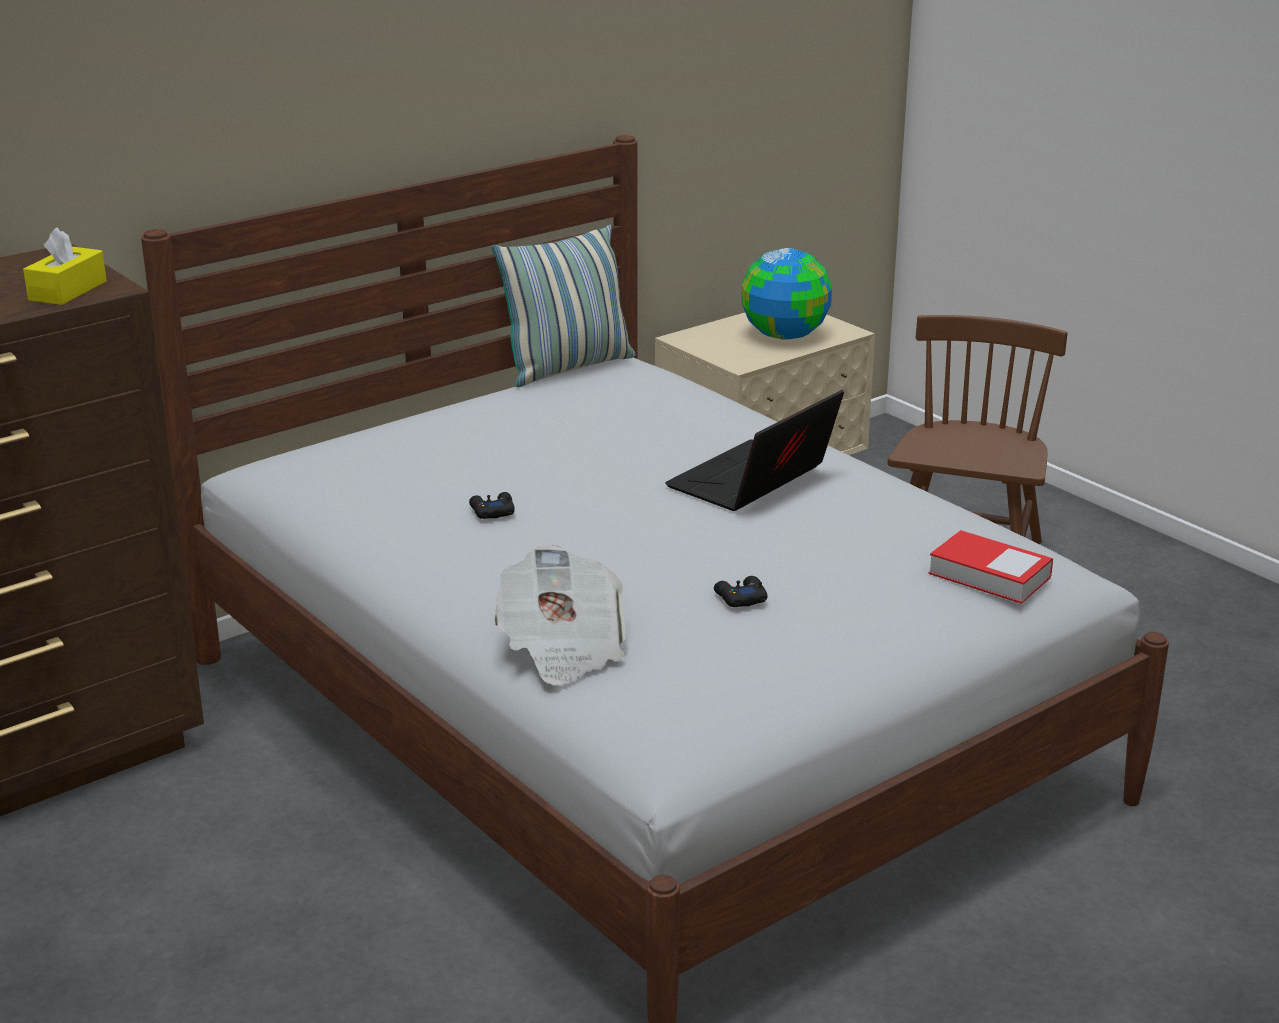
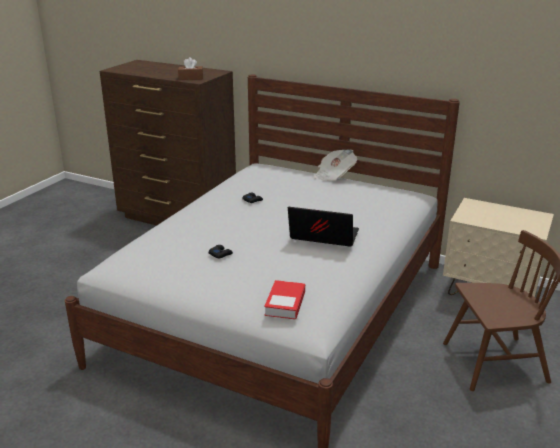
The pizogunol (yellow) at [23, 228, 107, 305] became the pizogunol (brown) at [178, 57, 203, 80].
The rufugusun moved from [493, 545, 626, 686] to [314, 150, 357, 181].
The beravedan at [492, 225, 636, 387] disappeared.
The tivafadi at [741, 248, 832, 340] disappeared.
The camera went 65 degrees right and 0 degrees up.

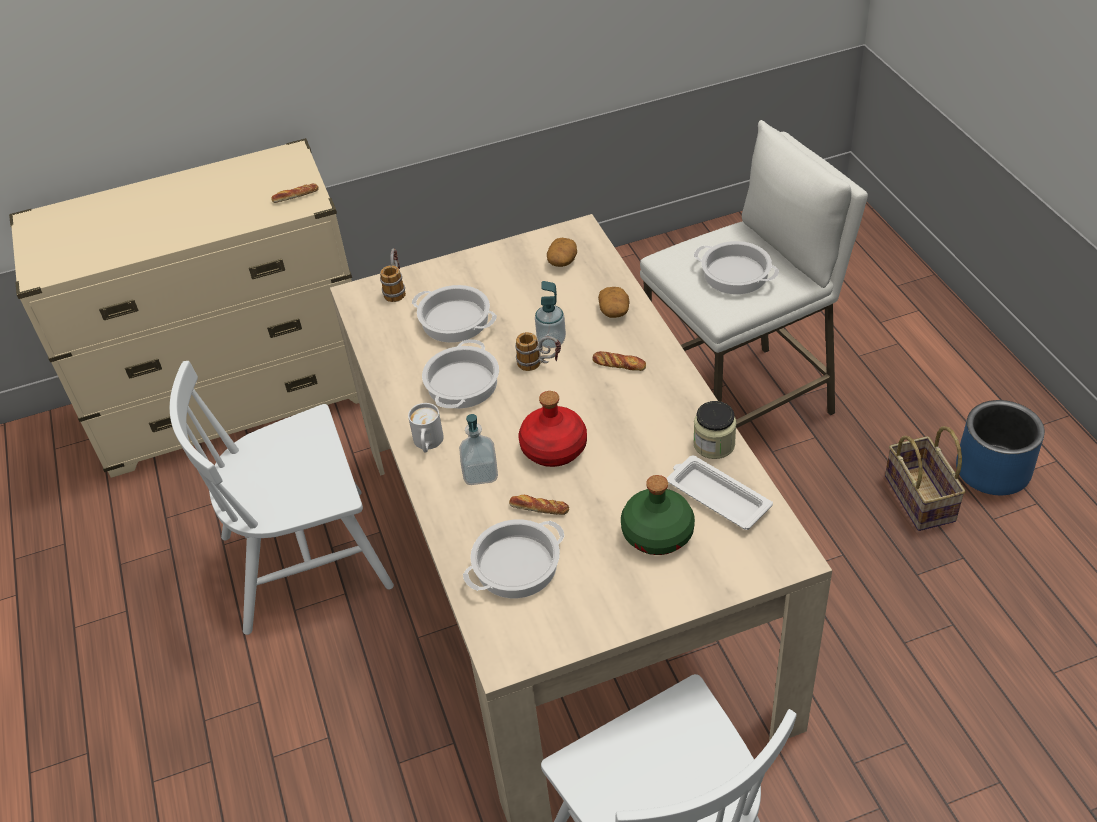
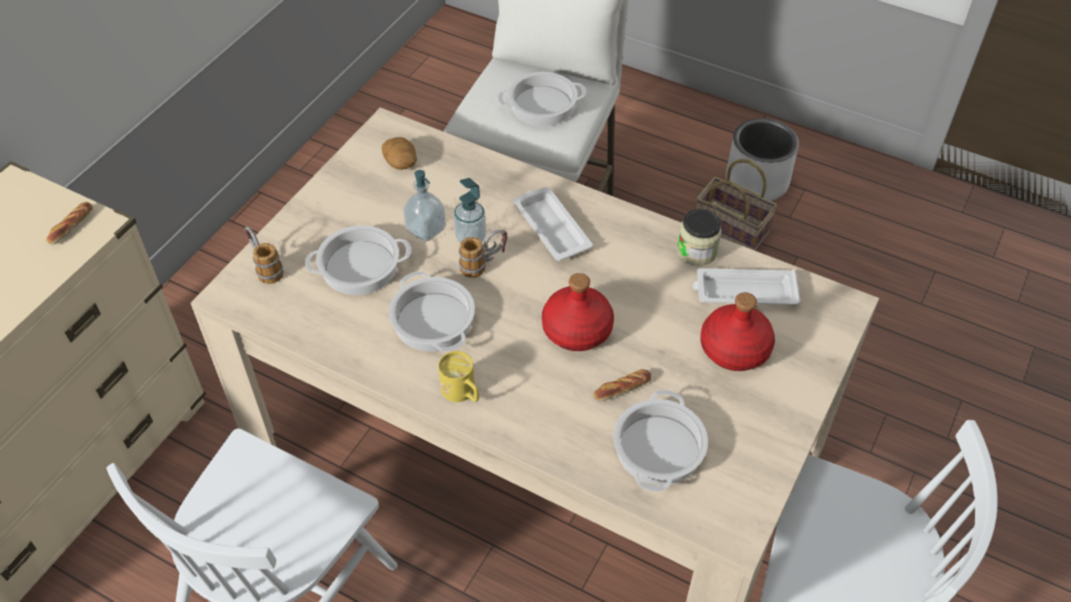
The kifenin moved from [459, 414, 498, 485] to [403, 170, 446, 242].
The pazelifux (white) at [408, 403, 444, 453] became the pazelifux (yellow) at [438, 351, 479, 402].
The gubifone at [592, 351, 646, 371] was replaced by the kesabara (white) at [514, 187, 593, 261].
The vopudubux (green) at [621, 475, 695, 555] became the vopudubux (red) at [701, 292, 775, 371].
The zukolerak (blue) at [956, 400, 1045, 495] became the zukolerak (grey) at [726, 118, 799, 201].
The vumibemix at [598, 287, 630, 318] disappeared.
The camera went 45 degrees left and 5 degrees up.

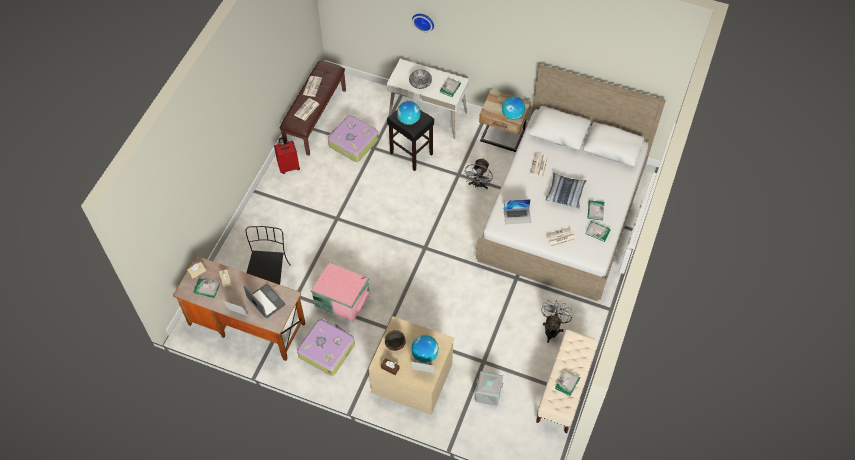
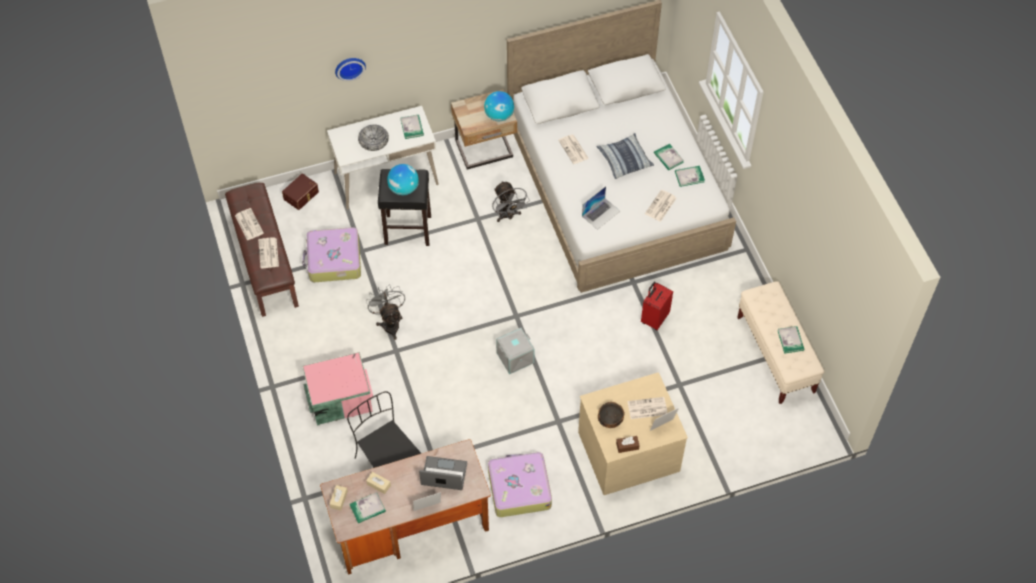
The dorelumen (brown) at [282, 173, 319, 210] appeared.
The dorelumen (pink) moved from [311, 262, 370, 322] to [302, 352, 373, 426].
The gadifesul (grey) moved from [541, 300, 573, 343] to [366, 284, 405, 340].
The dorelumen (grey) moved from [475, 371, 503, 406] to [496, 328, 535, 374].
The tivafadi at [411, 335, 439, 363] was replaced by the rufugusun at [627, 397, 667, 419].
The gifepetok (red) moved from [274, 137, 300, 174] to [641, 282, 673, 330].
The camera went 40 degrees left and 0 degrees up.

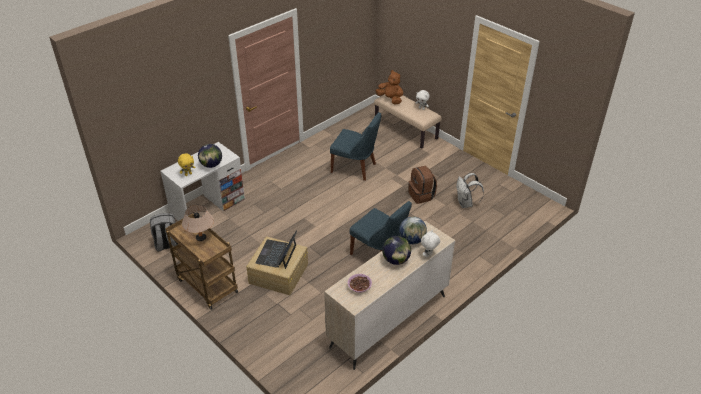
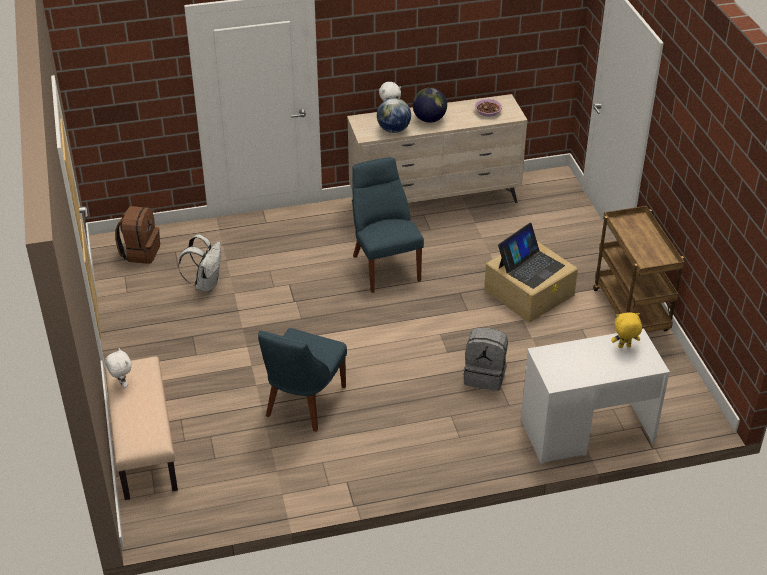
The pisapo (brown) moved from [408, 166, 437, 204] to [115, 206, 160, 264].
The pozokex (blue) at [330, 112, 381, 181] turned 120 degrees counterclockwise.
The pisapo (grey) moved from [150, 213, 178, 252] to [464, 328, 508, 391].
The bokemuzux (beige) at [182, 205, 214, 241] disappeared.
The tivafadi at [198, 144, 222, 168] disappeared.
The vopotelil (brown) at [375, 70, 403, 104] disappeared.
The camera went 150 degrees left and 0 degrees up.

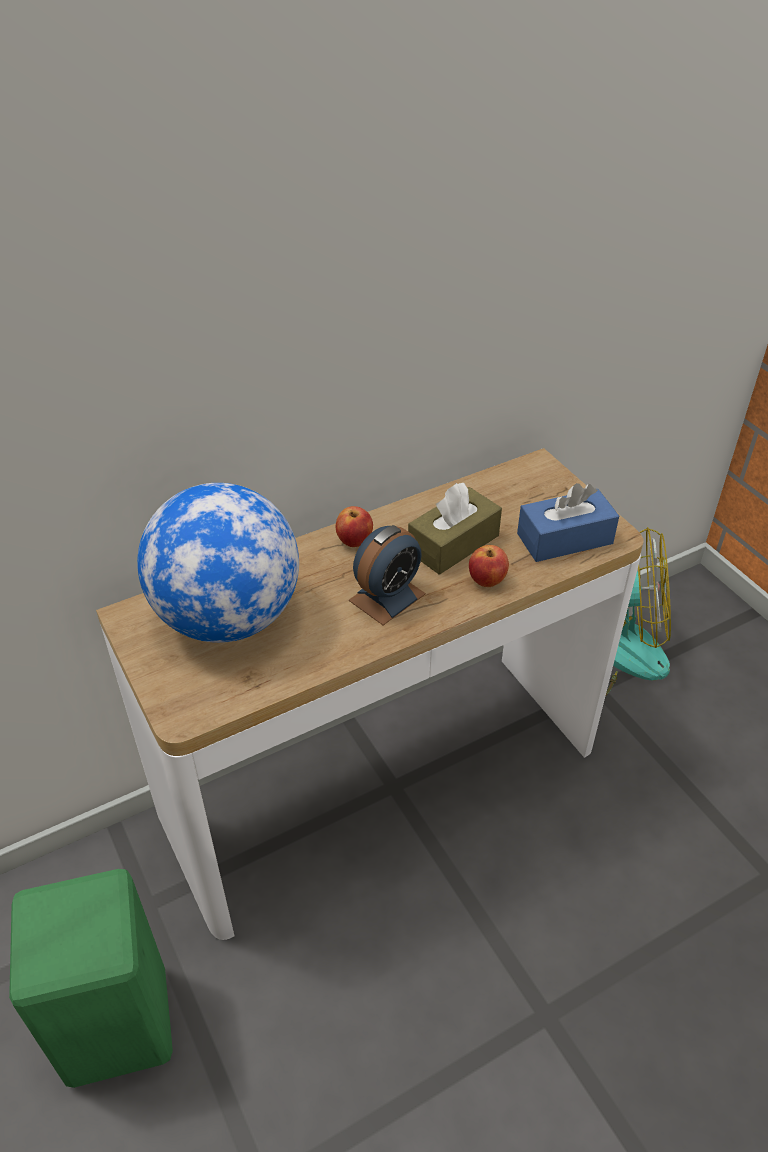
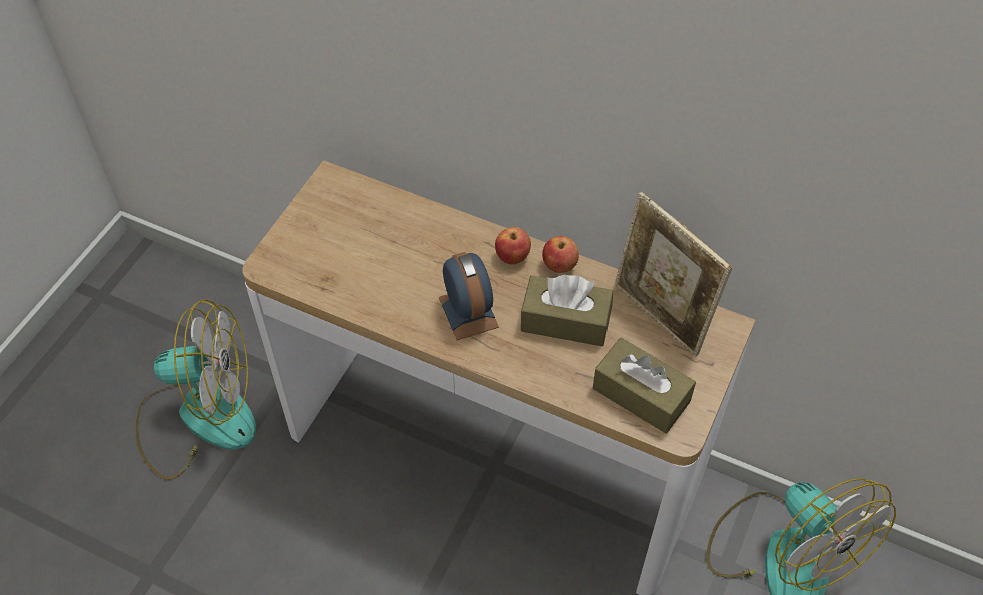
The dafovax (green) at [9, 869, 173, 1088] was replaced by the gadifesul at [136, 299, 257, 480].
The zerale at [349, 525, 426, 625] turned 120 degrees counterclockwise.
The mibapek moved from [469, 545, 509, 587] to [542, 236, 579, 273].
The pizogunol (blue) at [517, 483, 619, 562] became the pizogunol (brown) at [593, 338, 696, 433].
The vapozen at [615, 192, 732, 356] appeared.
The tivafadi at [137, 483, 299, 643] disappeared.
The camera went 55 degrees right and 10 degrees up.

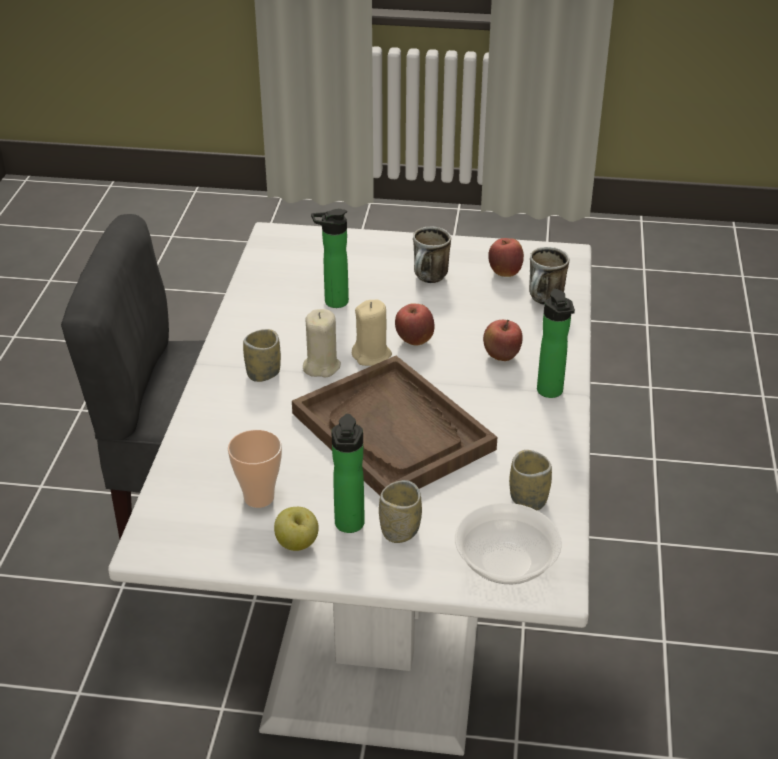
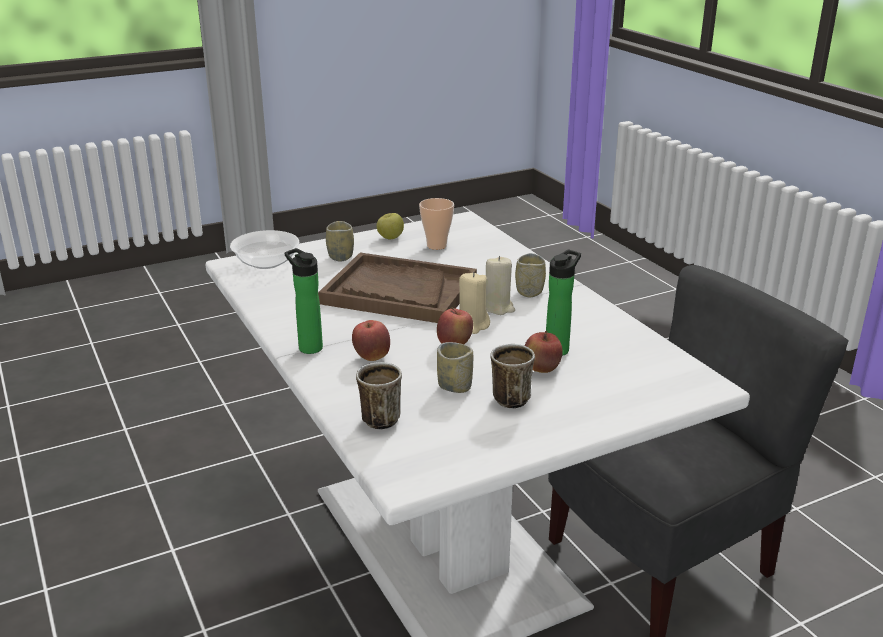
The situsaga moved from [509, 450, 552, 510] to [437, 342, 473, 393].
The mibapek moved from [488, 238, 524, 277] to [524, 331, 563, 373].
The vopudubux at [331, 414, 365, 533] disappeared.
The camera went 145 degrees right and 10 degrees down.

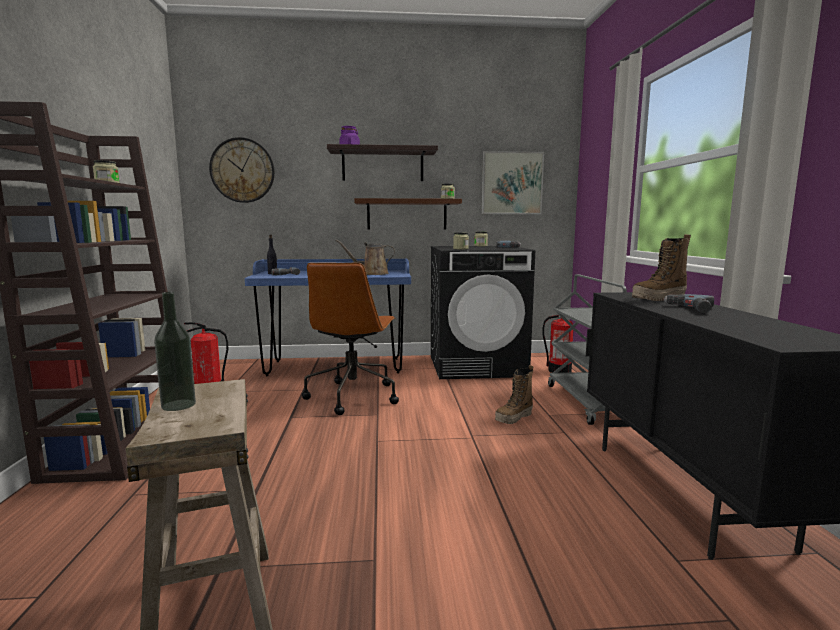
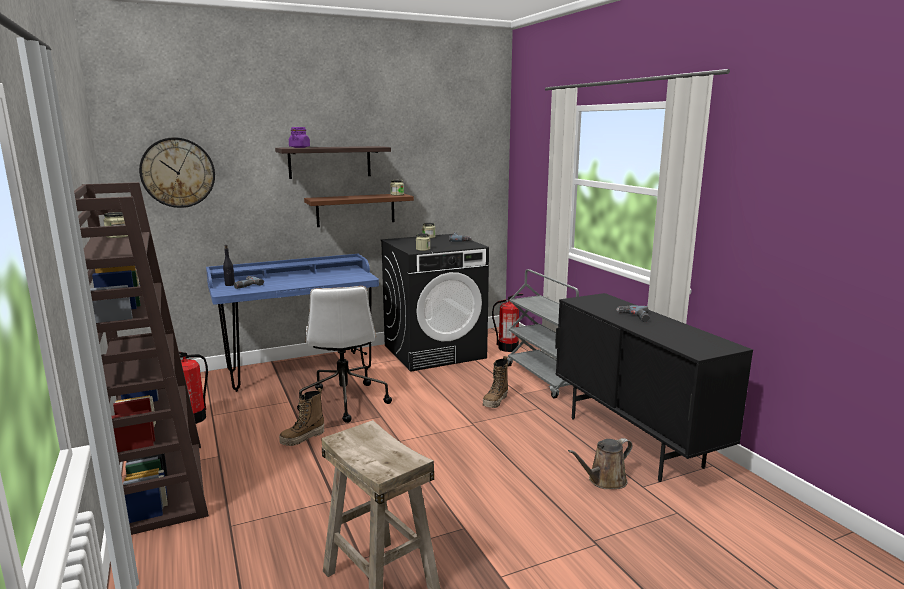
The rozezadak moved from [632, 234, 691, 301] to [279, 388, 324, 446].
The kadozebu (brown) at [302, 262, 399, 415] became the kadozebu (white) at [297, 286, 392, 423].
The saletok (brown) moved from [335, 240, 395, 275] to [568, 438, 632, 489].
The vopudubux at [154, 292, 196, 411] disappeared.
The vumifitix at [482, 151, 544, 214] disappeared.
The camera went 20 degrees left and 5 degrees up.

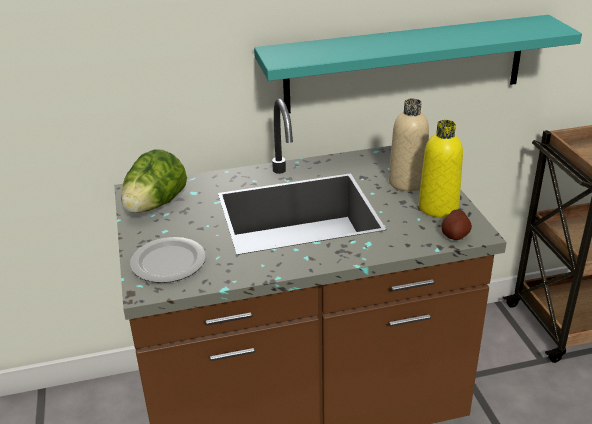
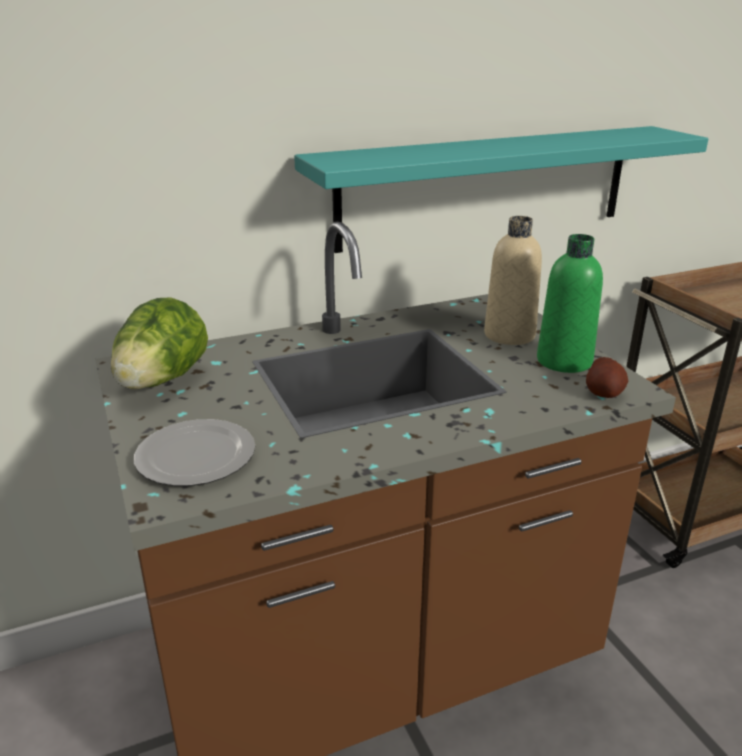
The vopudubux (yellow) at [419, 120, 463, 217] became the vopudubux (green) at [537, 234, 603, 373].
The camera went 10 degrees left and 5 degrees down.

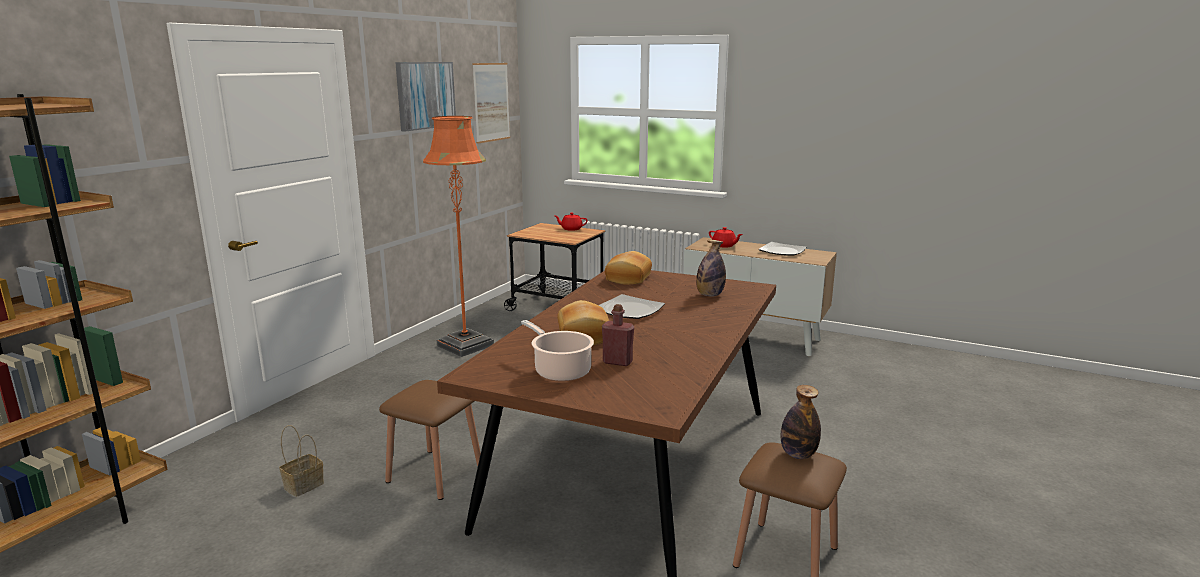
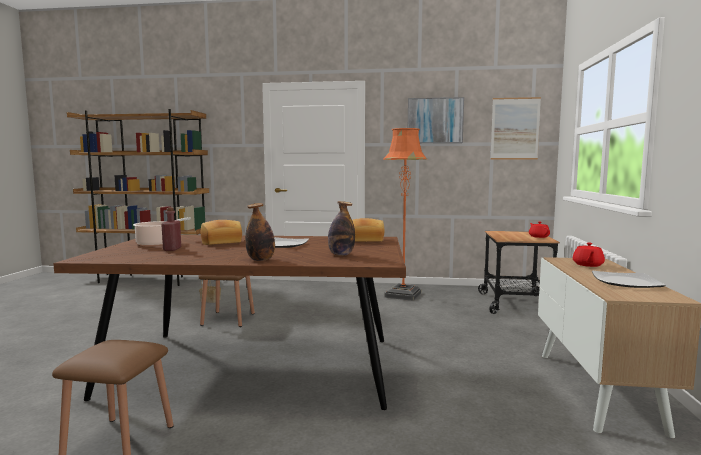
The vopudubux moved from [781, 385, 821, 459] to [245, 203, 275, 261].
The camera went 70 degrees right and 10 degrees down.

